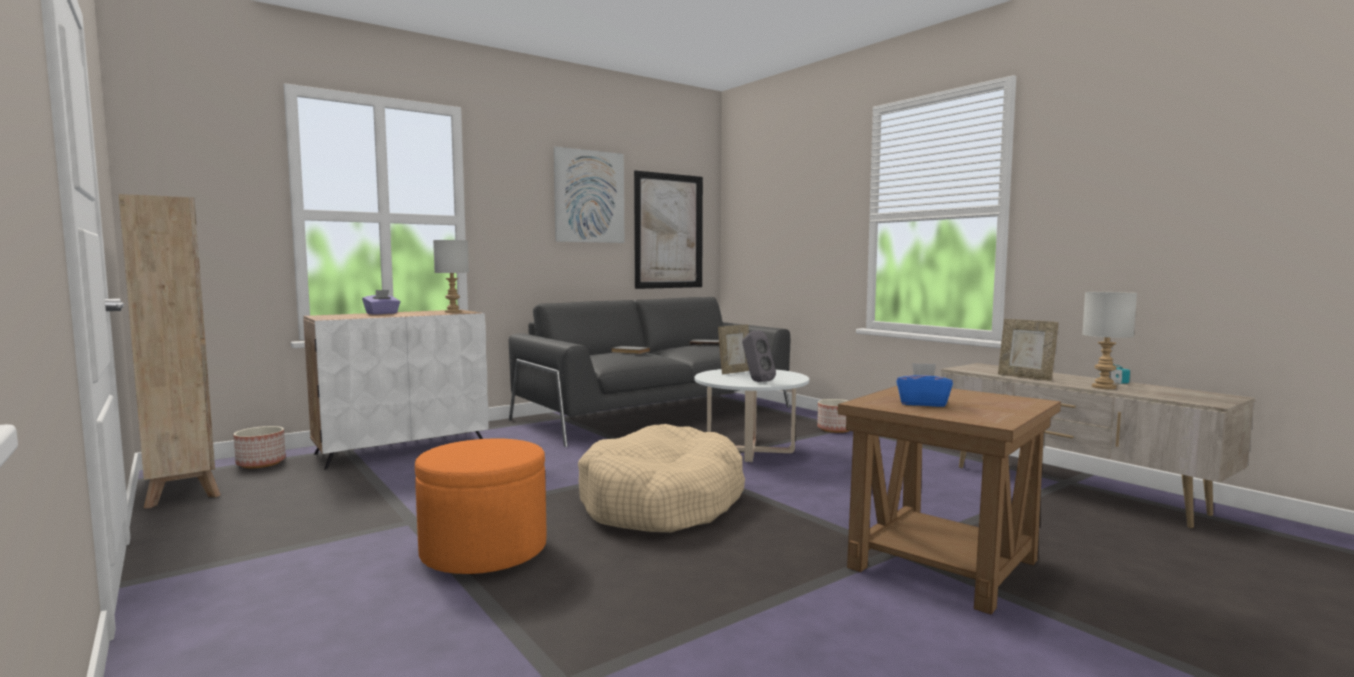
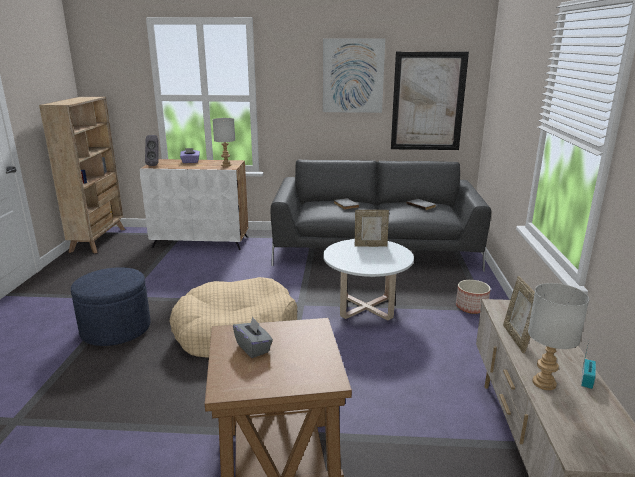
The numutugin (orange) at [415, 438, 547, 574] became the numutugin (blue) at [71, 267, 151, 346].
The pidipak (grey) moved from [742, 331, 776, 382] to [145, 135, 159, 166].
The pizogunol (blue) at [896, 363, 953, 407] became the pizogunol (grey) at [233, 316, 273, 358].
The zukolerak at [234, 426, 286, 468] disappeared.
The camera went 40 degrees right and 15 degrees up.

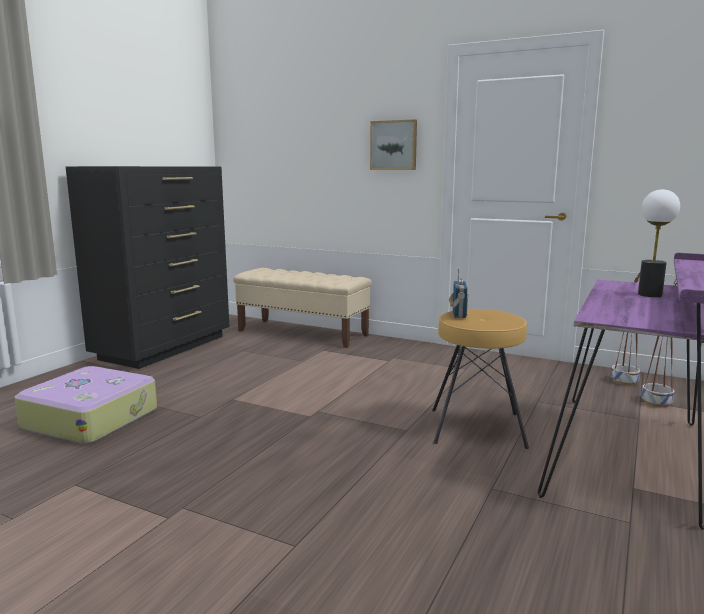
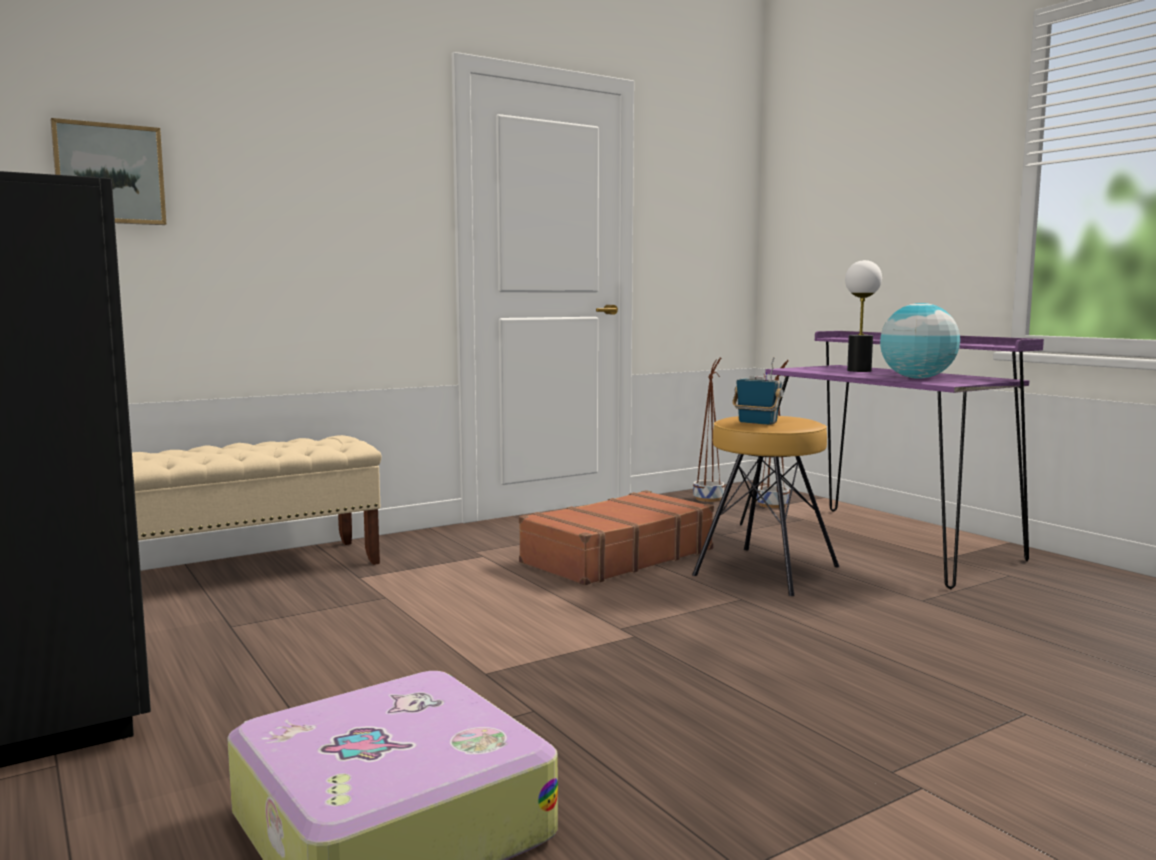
The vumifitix moved from [370, 119, 417, 170] to [51, 118, 166, 225].
The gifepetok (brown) at [519, 490, 714, 585] appeared.
The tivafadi at [880, 303, 960, 379] appeared.
The camera went 60 degrees left and 5 degrees down.

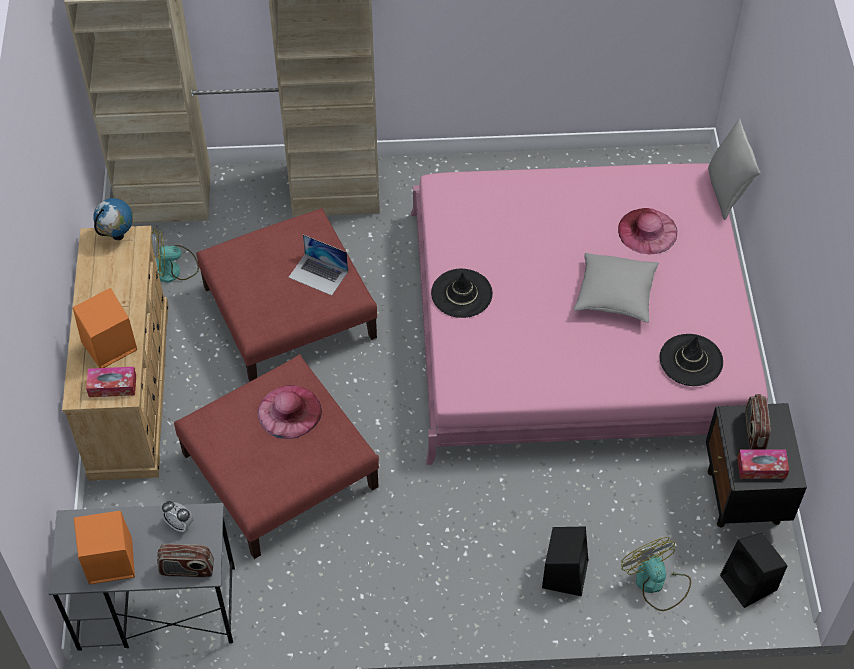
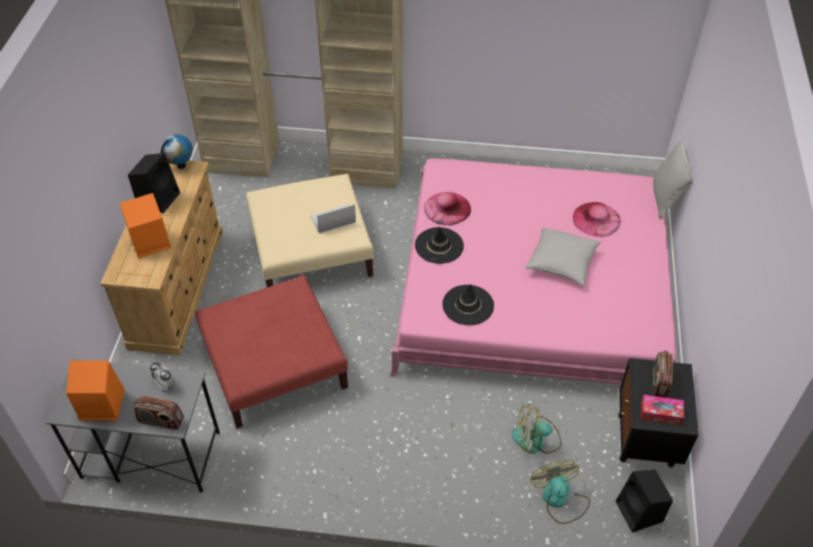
The pidipak (black) moved from [542, 526, 588, 596] to [128, 153, 180, 213].
The numutugin (red) at [196, 208, 377, 382] became the numutugin (beige) at [246, 174, 374, 287].
The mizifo at [288, 235, 348, 296] turned 120 degrees clockwise.
The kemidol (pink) moved from [258, 385, 322, 439] to [424, 192, 471, 225].
The kemidol (black) moved from [660, 334, 723, 386] to [442, 284, 494, 325].
The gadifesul moved from [151, 228, 199, 283] to [512, 404, 561, 454].
The pizogunol at [86, 367, 136, 397] disappeared.
The camera went 10 degrees right and 5 degrees down.

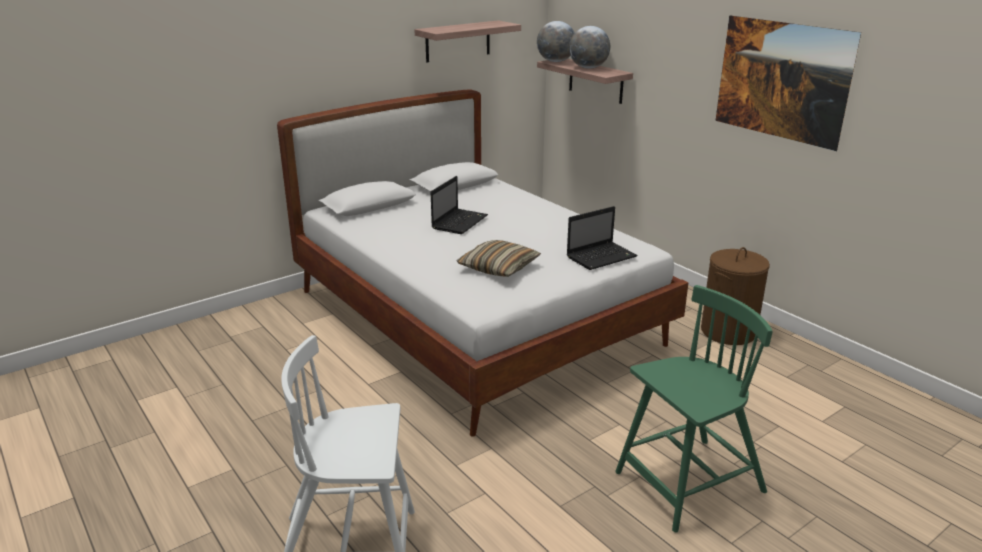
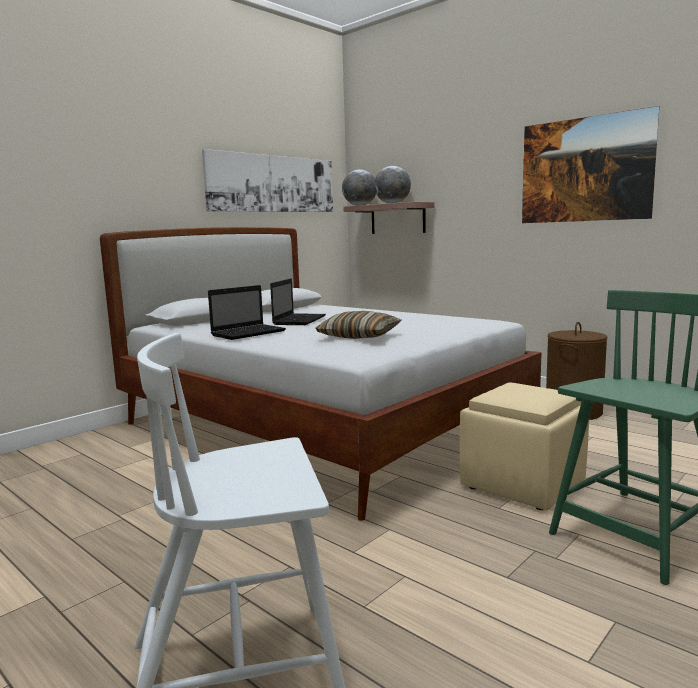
The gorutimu at [414, 20, 521, 62] was replaced by the vumifitix at [202, 149, 333, 212].
The mizifo moved from [567, 206, 638, 270] to [208, 285, 286, 340].
The numutugin (beige) at [460, 382, 589, 511] appeared.
The camera went 10 degrees left and 15 degrees down.

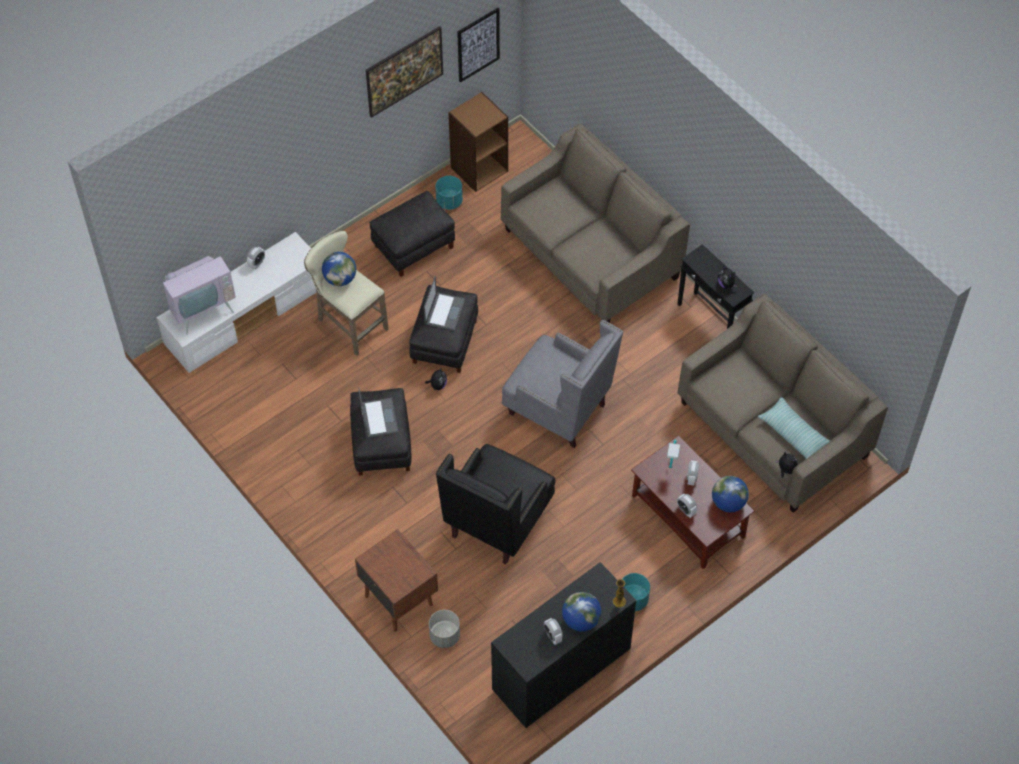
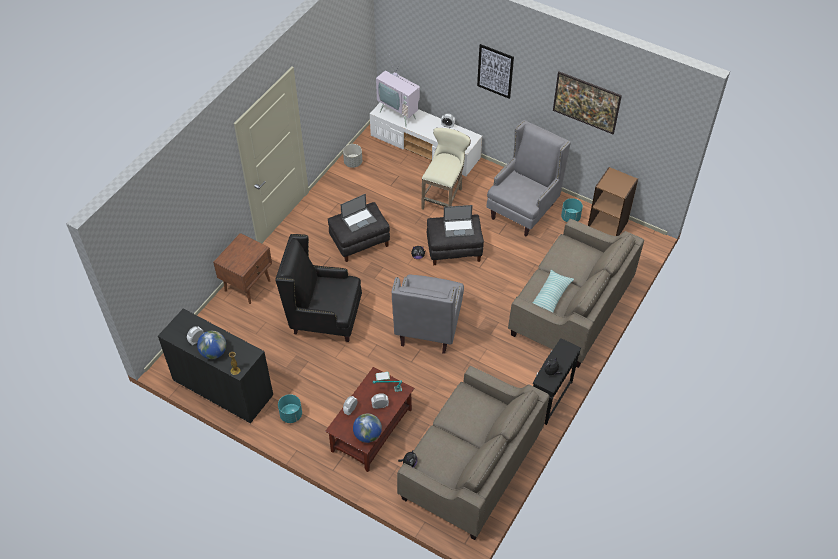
The zukolerak (grey) moved from [429, 610, 460, 648] to [343, 144, 362, 168].
The vumifitix moved from [457, 8, 500, 83] to [477, 44, 514, 99].
The numutugin (black) at [369, 191, 455, 277] was replaced by the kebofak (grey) at [486, 120, 571, 237].
The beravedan moved from [758, 397, 830, 459] to [533, 270, 574, 313].
The tivafadi at [322, 252, 356, 286] disappeared.
The camera went 70 degrees right and 5 degrees down.

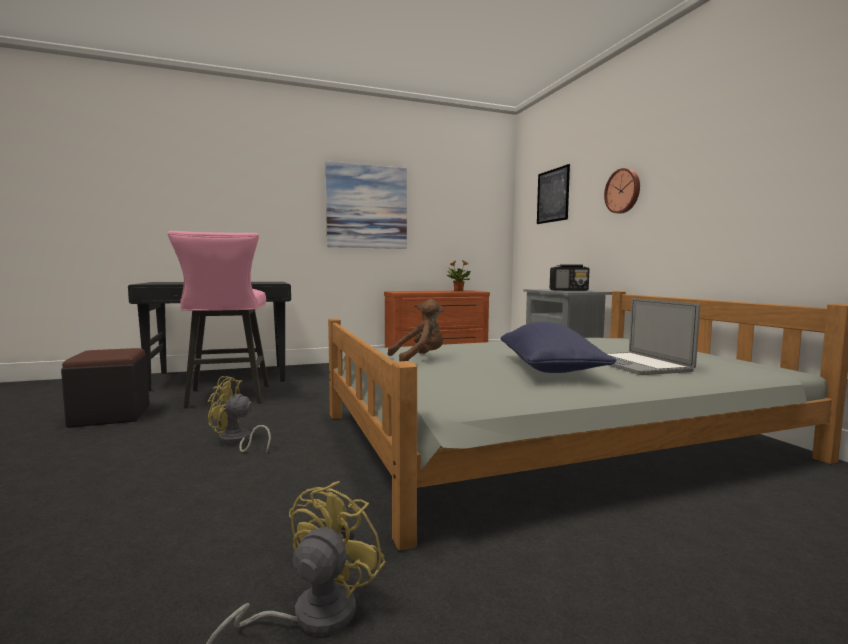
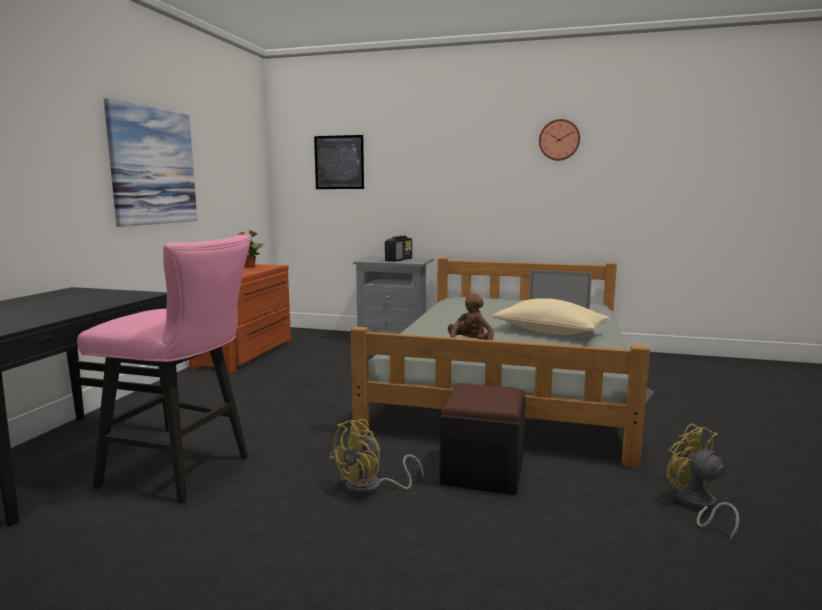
The numutugin (black) moved from [61, 348, 149, 428] to [439, 383, 526, 495].
The beravedan (blue) at [501, 322, 616, 373] became the beravedan (beige) at [492, 298, 610, 335].
The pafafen moved from [604, 168, 640, 214] to [539, 119, 580, 161].
The camera went 55 degrees left and 5 degrees up.

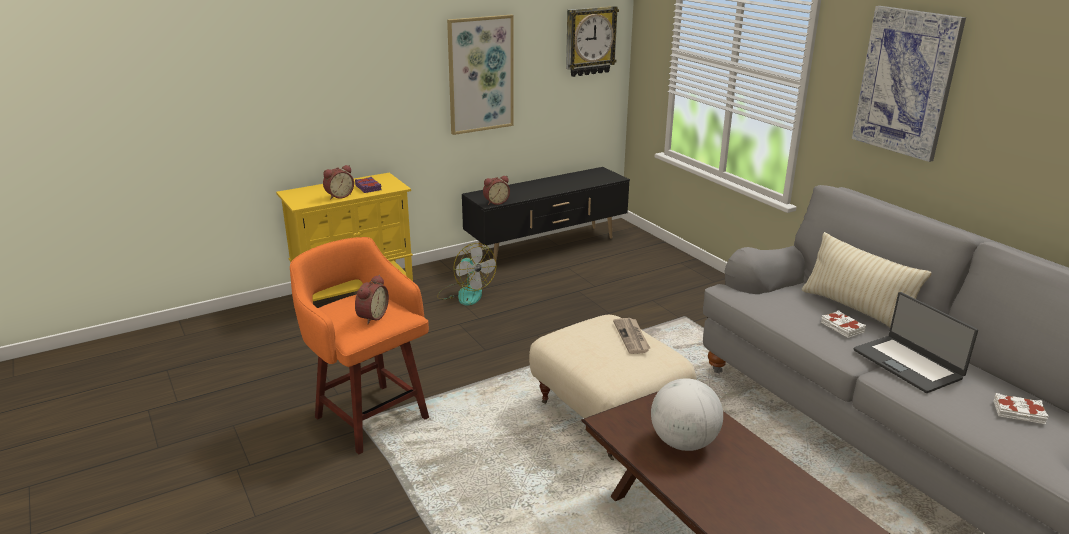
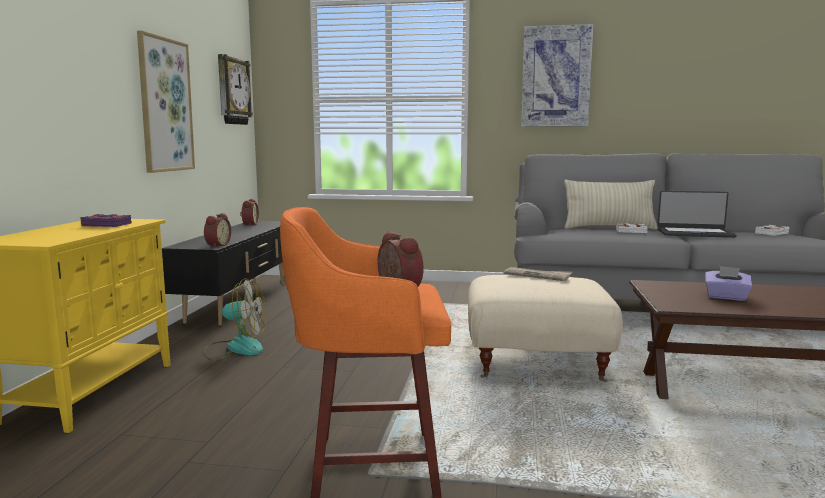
The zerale moved from [323, 165, 354, 199] to [240, 199, 259, 226].
The tivafadi at [651, 378, 723, 451] was replaced by the pizogunol (purple) at [705, 266, 752, 301].
The camera went 50 degrees left and 15 degrees down.

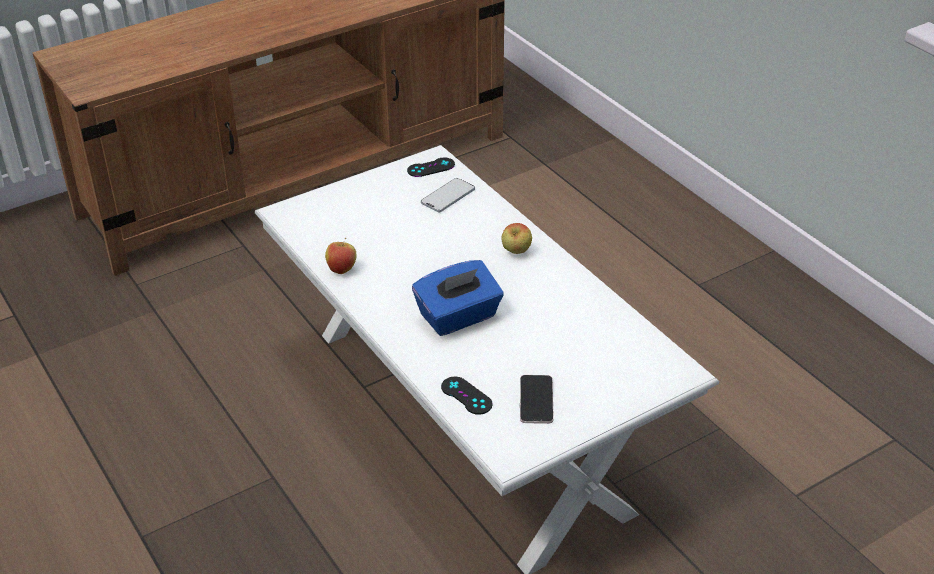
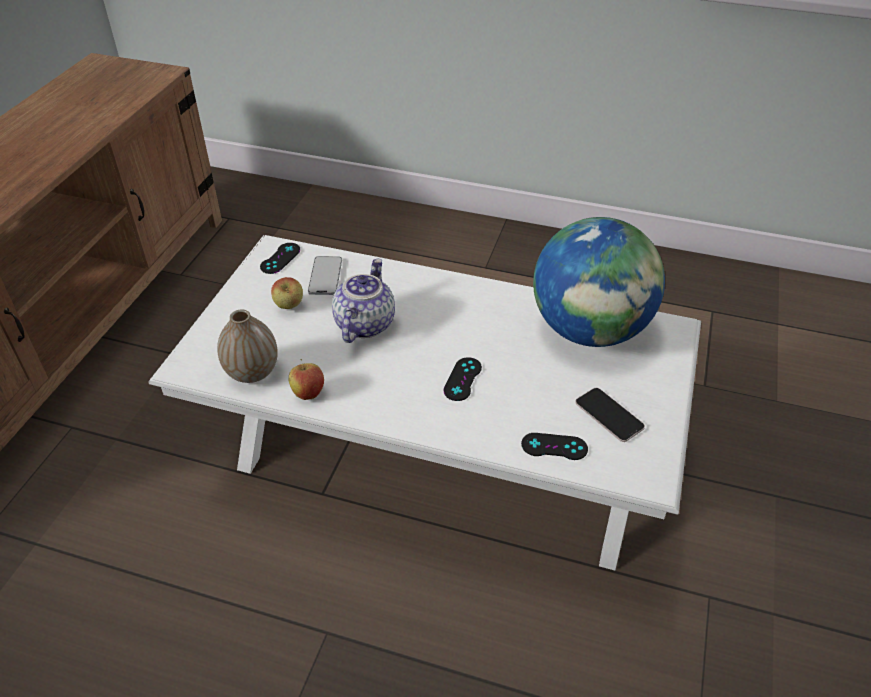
The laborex at [217, 309, 278, 383] appeared.
The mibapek moved from [501, 223, 532, 254] to [271, 277, 303, 309].
The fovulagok at [332, 259, 395, 343] appeared.
The pizogunol (blue) at [412, 260, 504, 336] was replaced by the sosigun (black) at [443, 357, 482, 401].
The tivafadi at [533, 217, 665, 347] appeared.
The camera went 40 degrees left and 5 degrees up.

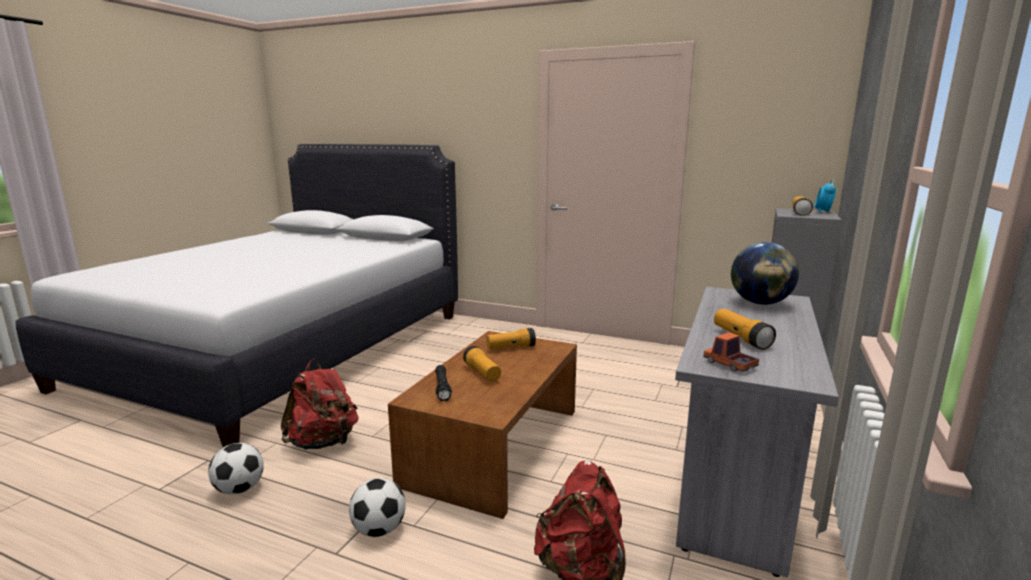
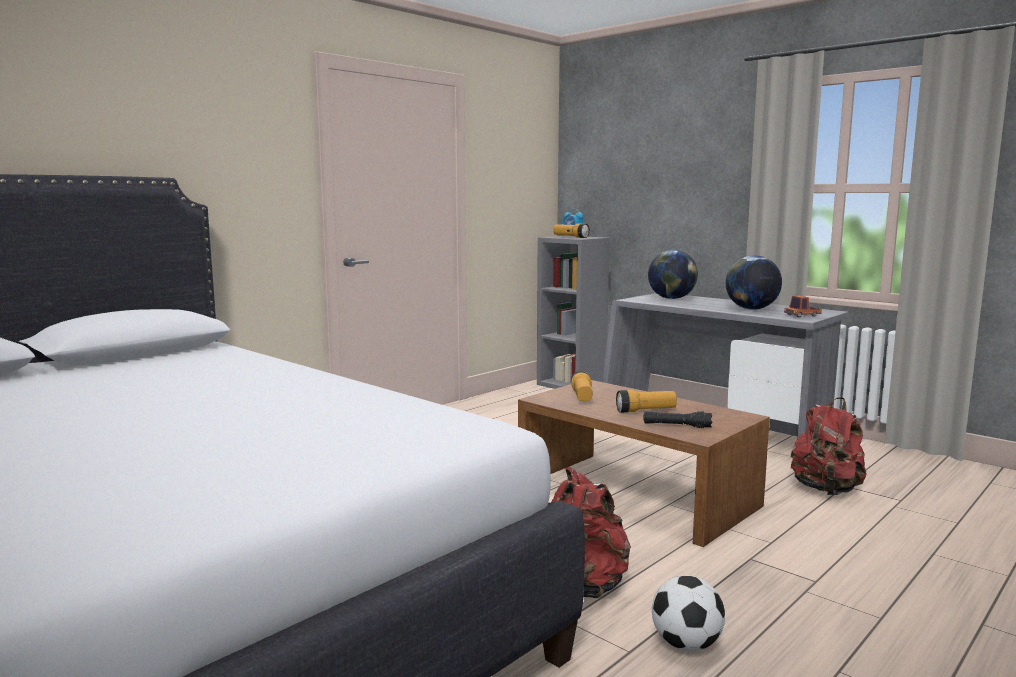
The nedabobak at [714, 309, 776, 350] was replaced by the tivafadi at [726, 255, 782, 310].
The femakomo at [349, 478, 406, 537] disappeared.
The camera went 70 degrees left and 5 degrees down.

